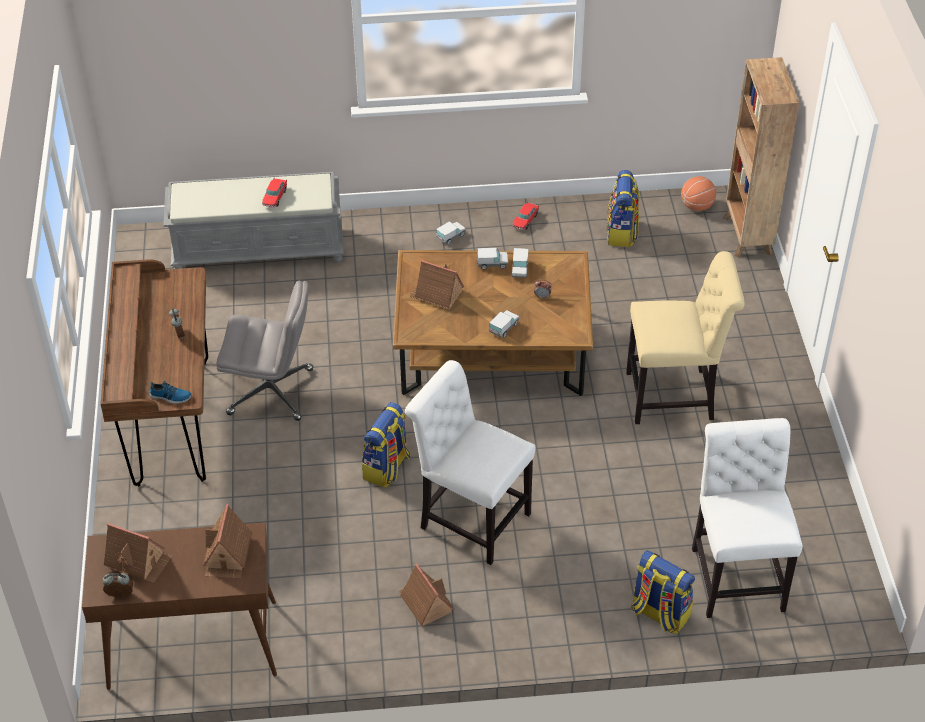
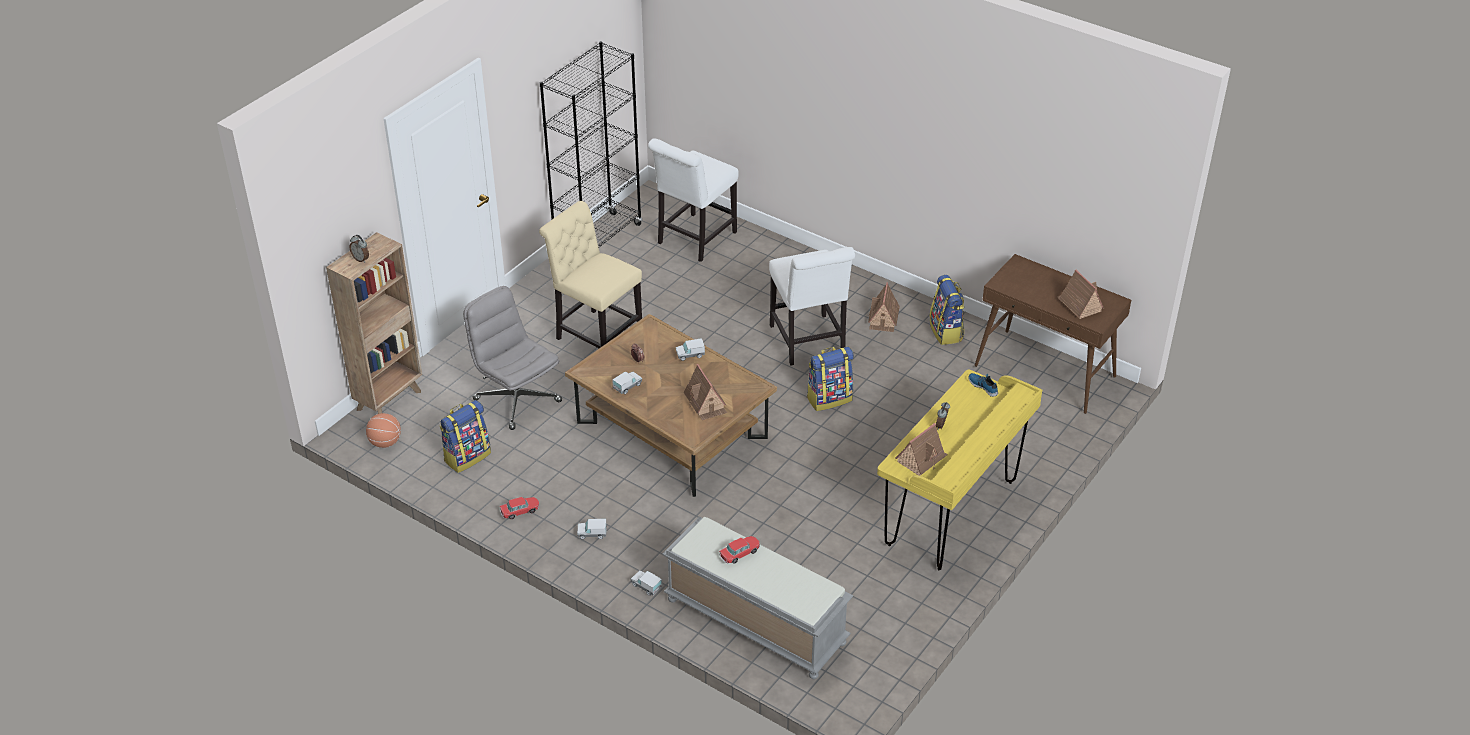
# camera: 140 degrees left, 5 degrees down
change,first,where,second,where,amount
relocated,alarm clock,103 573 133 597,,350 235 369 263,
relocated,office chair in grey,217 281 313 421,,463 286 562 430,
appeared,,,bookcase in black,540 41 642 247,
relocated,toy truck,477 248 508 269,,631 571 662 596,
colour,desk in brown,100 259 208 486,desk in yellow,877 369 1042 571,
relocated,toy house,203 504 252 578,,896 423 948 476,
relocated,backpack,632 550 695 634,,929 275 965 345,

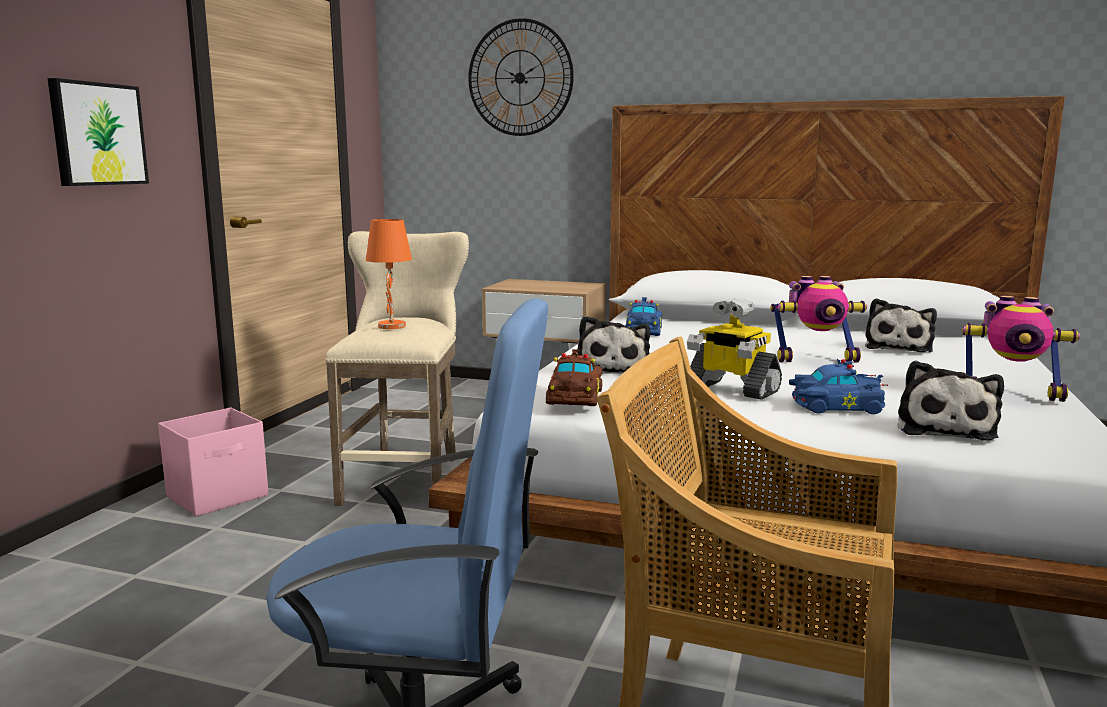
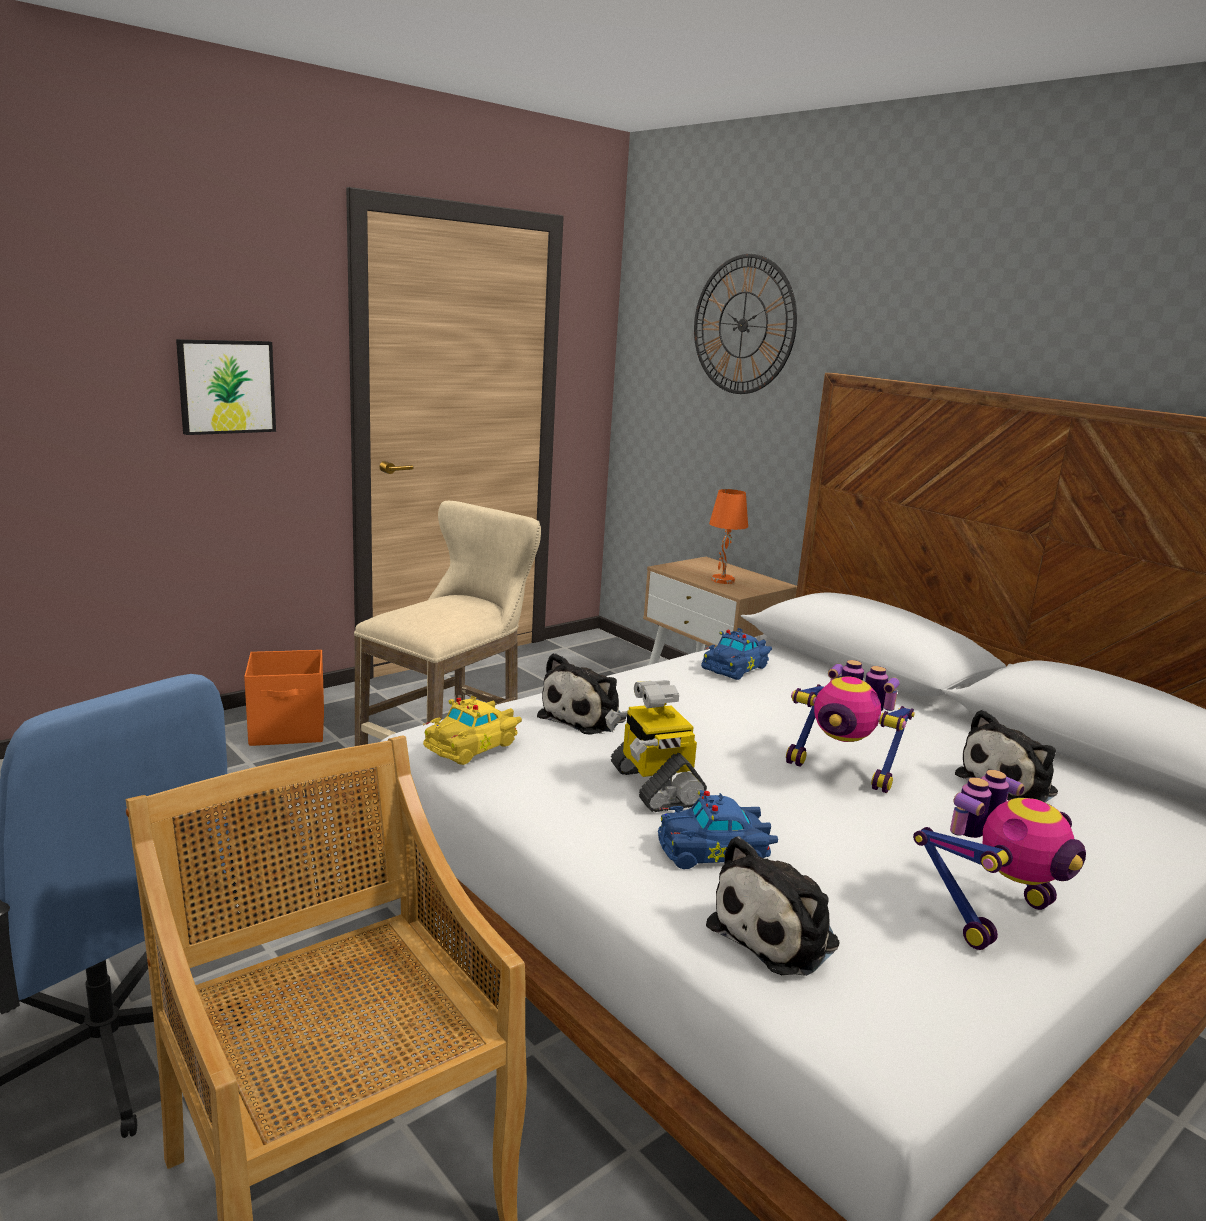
# camera: 30 degrees right, 5 degrees up
change,first,where,second,where,amount
colour,storage box in pink,158 408 268 517,storage box in orange,244 650 324 746,
colour,toy car in brown,546 349 603 406,toy car in yellow,423 696 522 765,
spun,toy car in blue,789 359 888 414,,658 790 778 869,135 degrees clockwise
relocated,table lamp in orange,366 219 412 329,,709 489 748 584,
spun,toy robot,962 296 1080 402,,913 770 1086 950,90 degrees counterclockwise

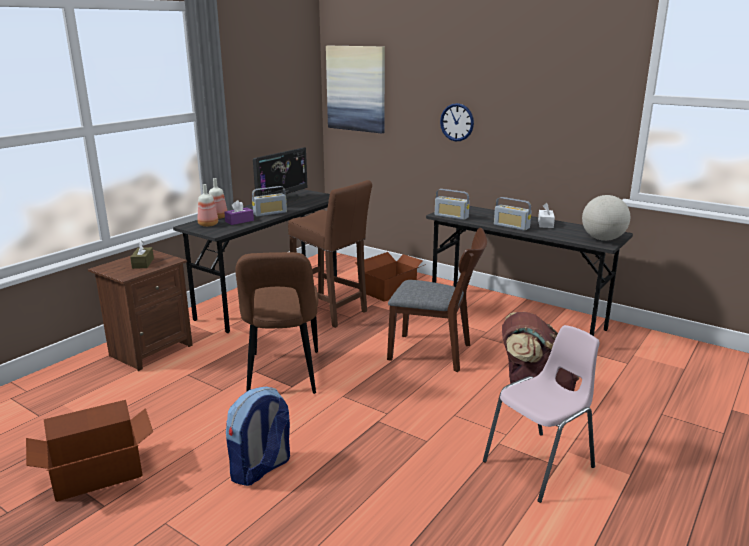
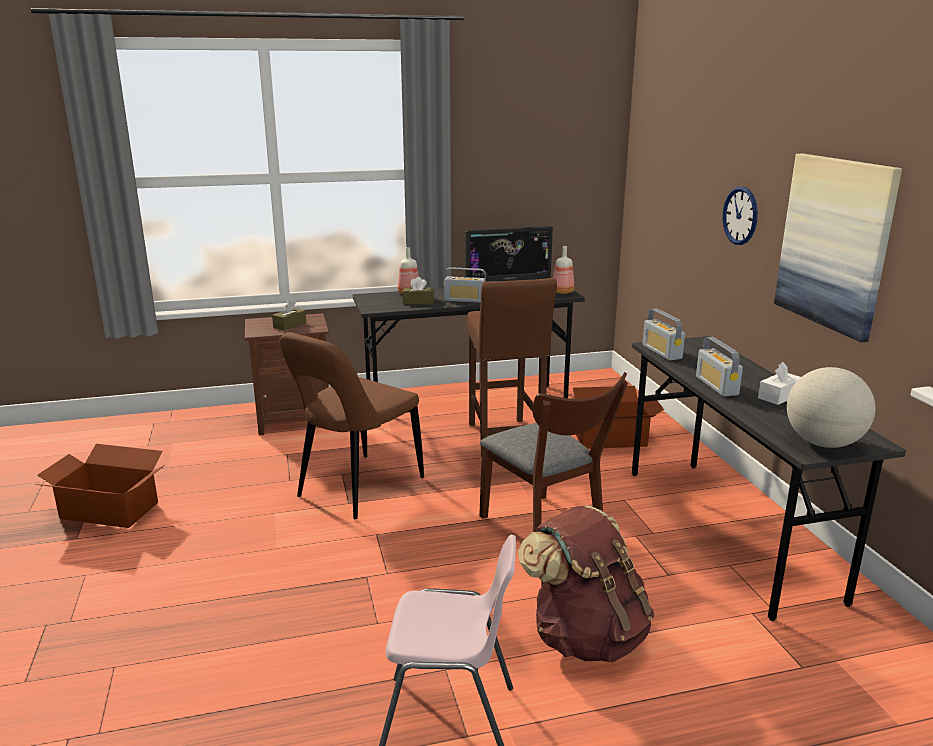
# camera: 40 degrees right, 0 degrees up
change,first,where,second,where,amount
colour,tissue box in purple,224 200 254 225,tissue box in brown,403 277 434 304,
relocated,bottle,198 184 218 227,,553 246 574 294,
relocated,picture,326 46 385 133,,774 154 902 342,
missing,backpack,226 387 290 486,,,

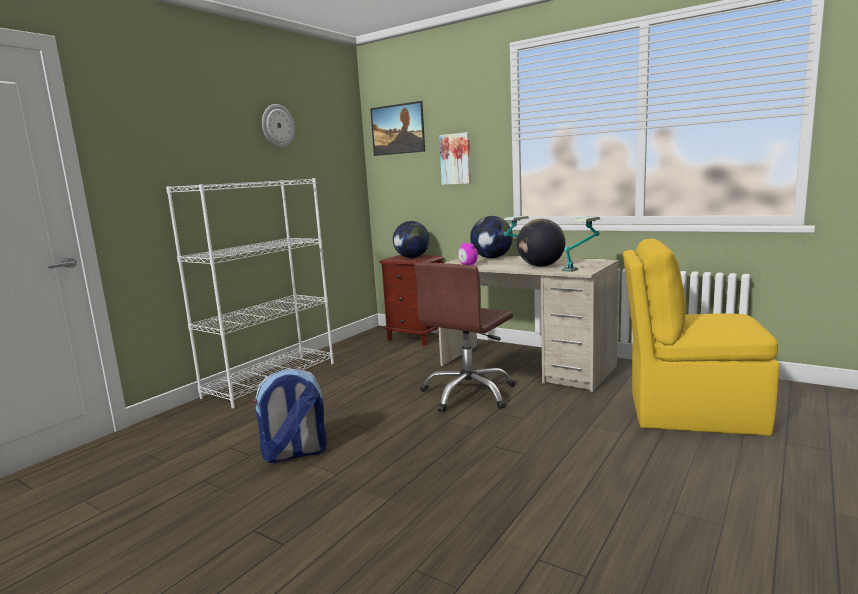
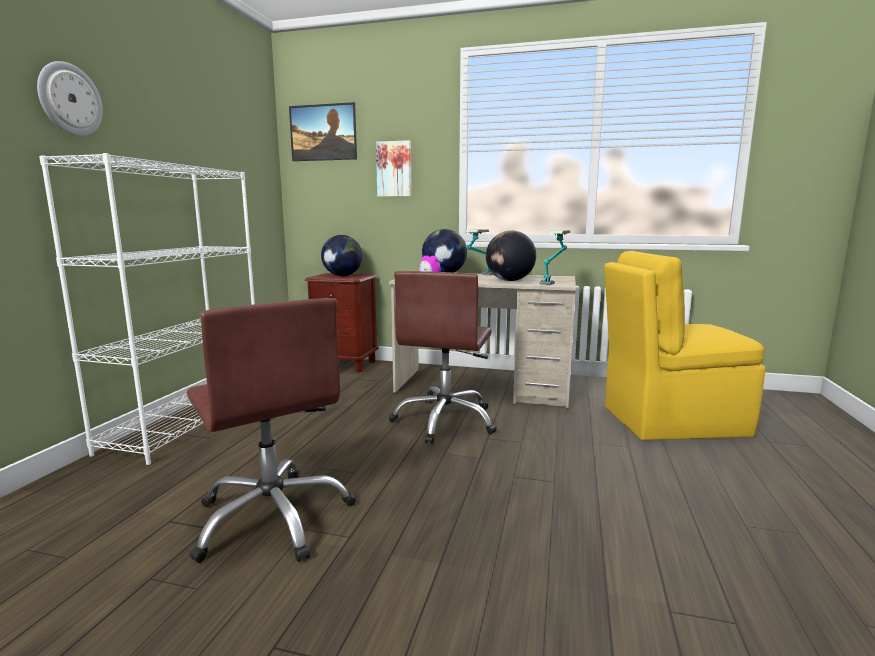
# camera: 20 degrees left, 0 degrees up
change,first,where,second,where,amount
relocated,wall clock,262 104 295 148,,37 61 103 136,
exchanged,backpack,253 369 327 463,office chair in brown,187 298 356 563,

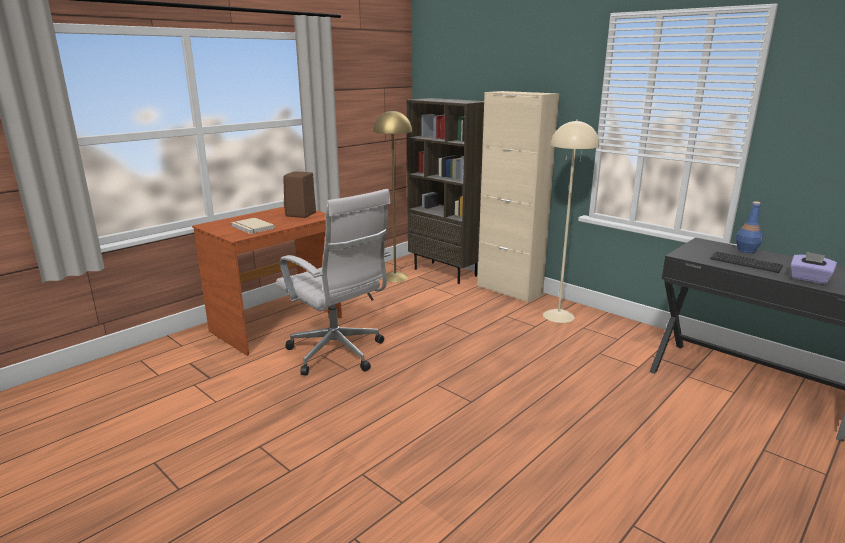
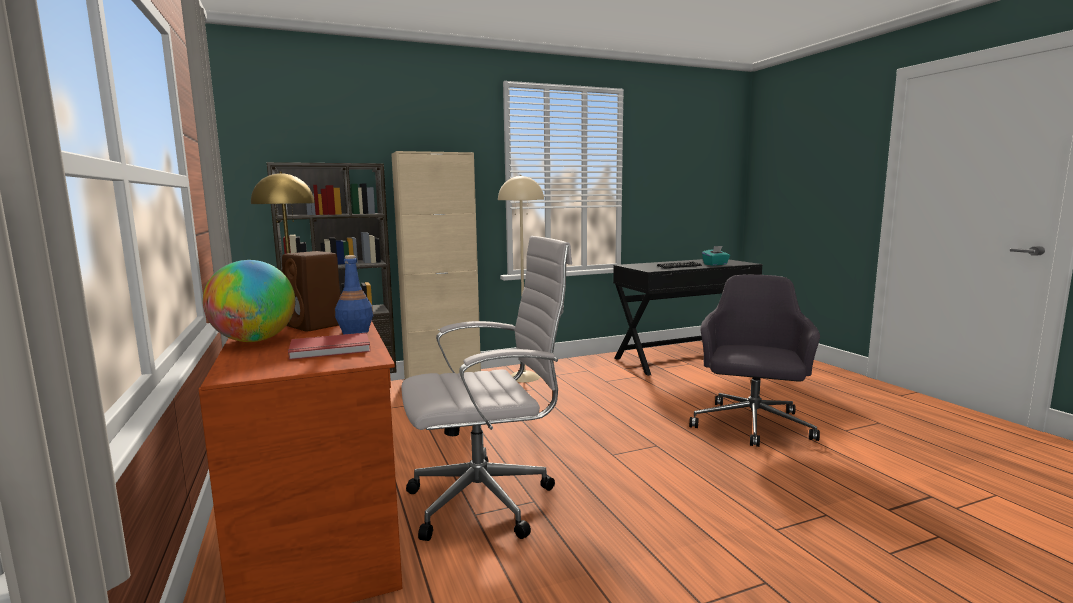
# camera: 65 degrees left, 10 degrees down
change,first,where,second,where,amount
appeared,,,globe,203 260 295 342,
colour,book in beige,231 218 275 234,book in red,288 333 370 360,
relocated,bottle in blue,736 201 763 253,,335 255 373 334,
appeared,,,office chair in grey,689 275 820 447,
colour,tissue box in purple,790 252 837 284,tissue box in turquoise,702 246 730 266,

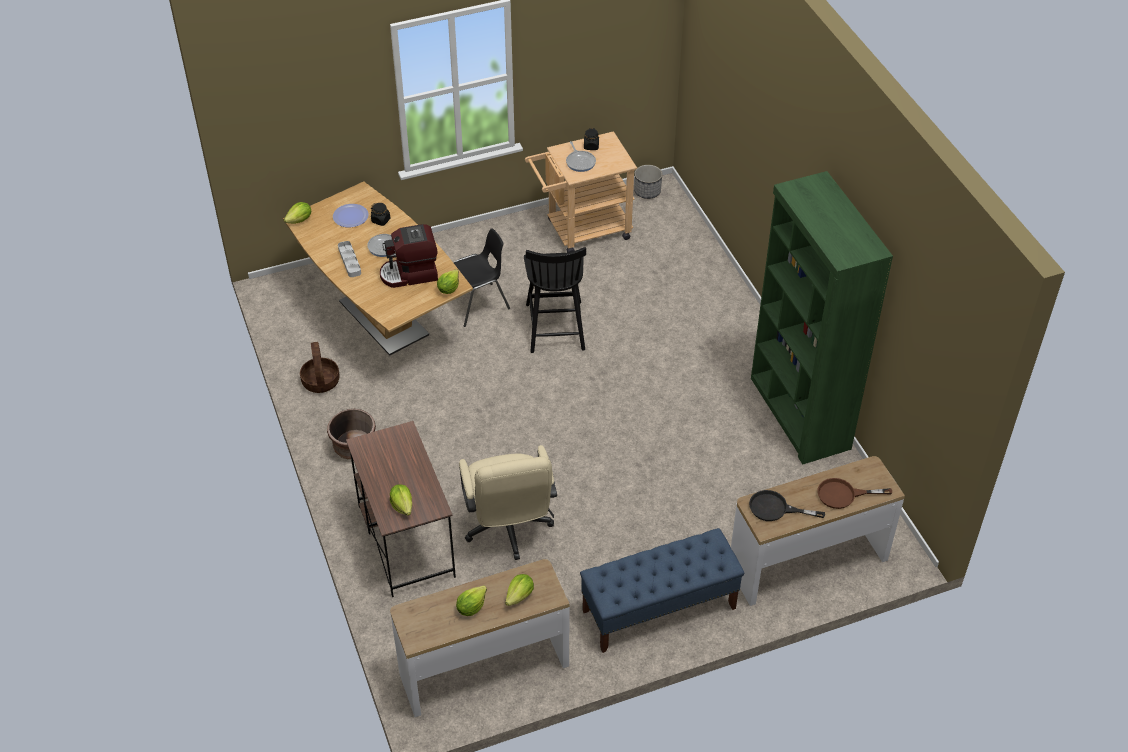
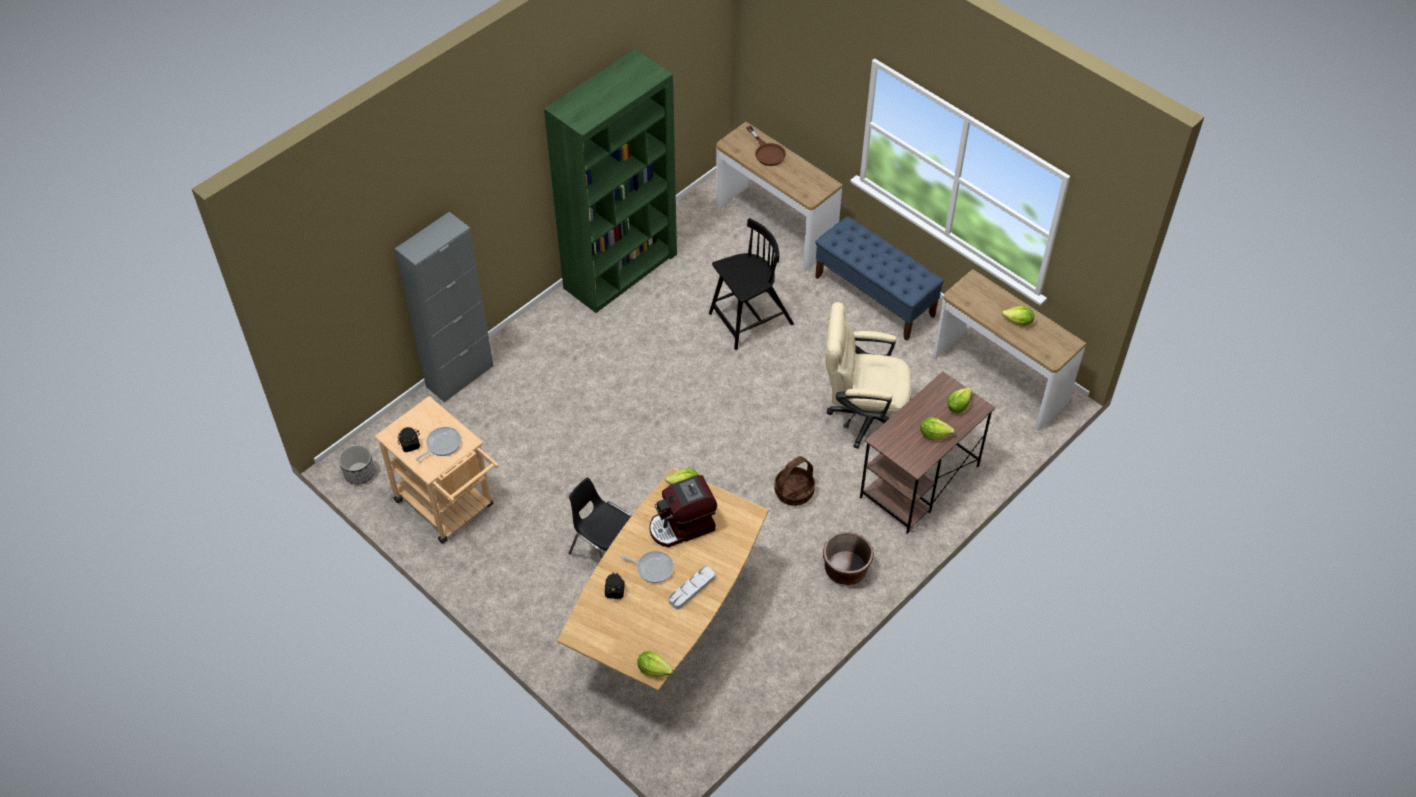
# camera: 115 degrees left, 5 degrees up
change,first,where,second,where,amount
appeared,,,cabinet in grey,395 212 494 403,
spun,coffee machine,380 224 438 288,,649 475 717 547,105 degrees clockwise
relocated,chair in black,524 247 586 353,,709 218 794 350,
relocated,basket,300 342 340 393,,774 456 815 506,
spun,office chair in beige,459 445 557 560,,826 302 912 449,135 degrees counterclockwise
relocated,lettuce,505 574 534 606,,920 417 955 440,
missing,plate,333 204 369 227,,,
missing,frying pan in black,749 490 825 521,,,

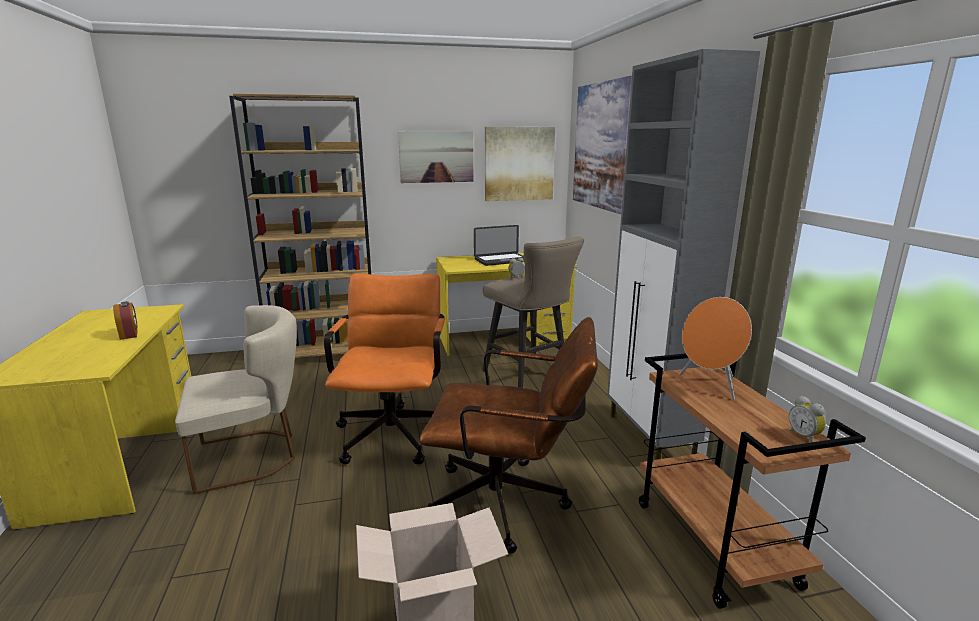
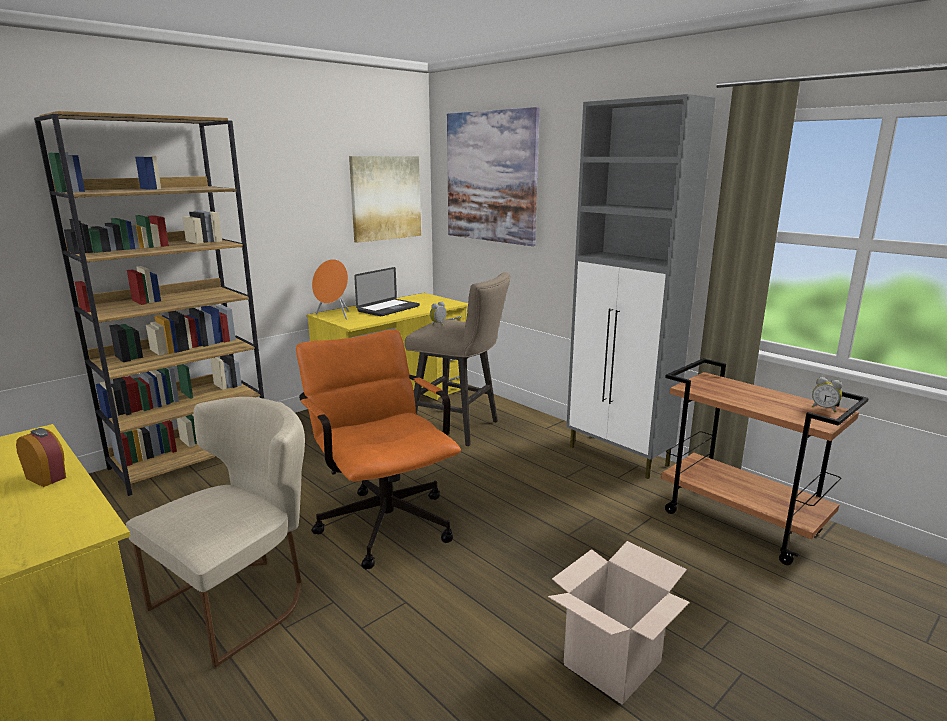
# camera: 30 degrees left, 0 degrees up
change,first,where,second,where,amount
relocated,speaker in orange,679 297 752 400,,312 259 349 320,
missing,picture,398 131 474 183,,,
missing,office chair in brown,419 317 598 554,,,

